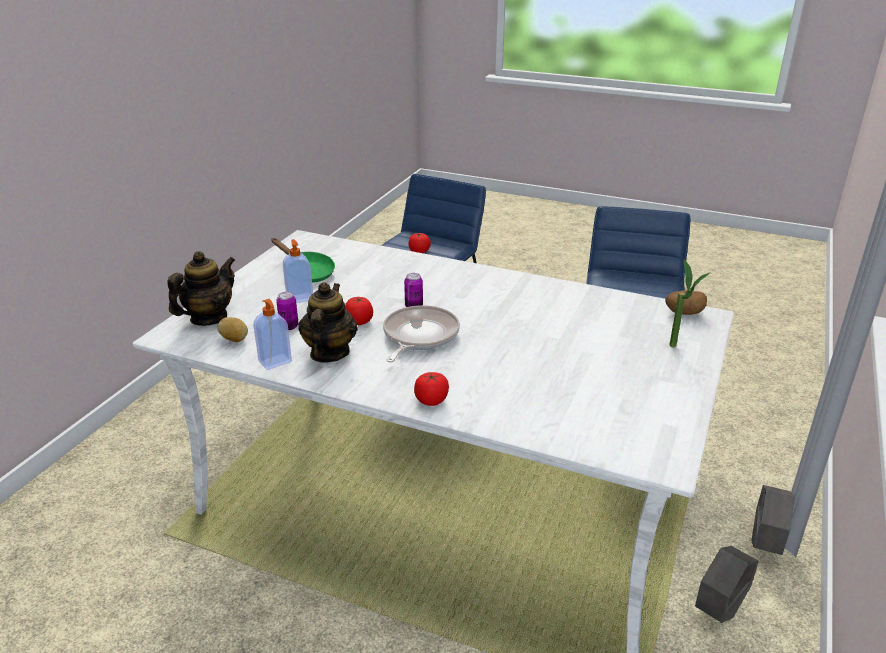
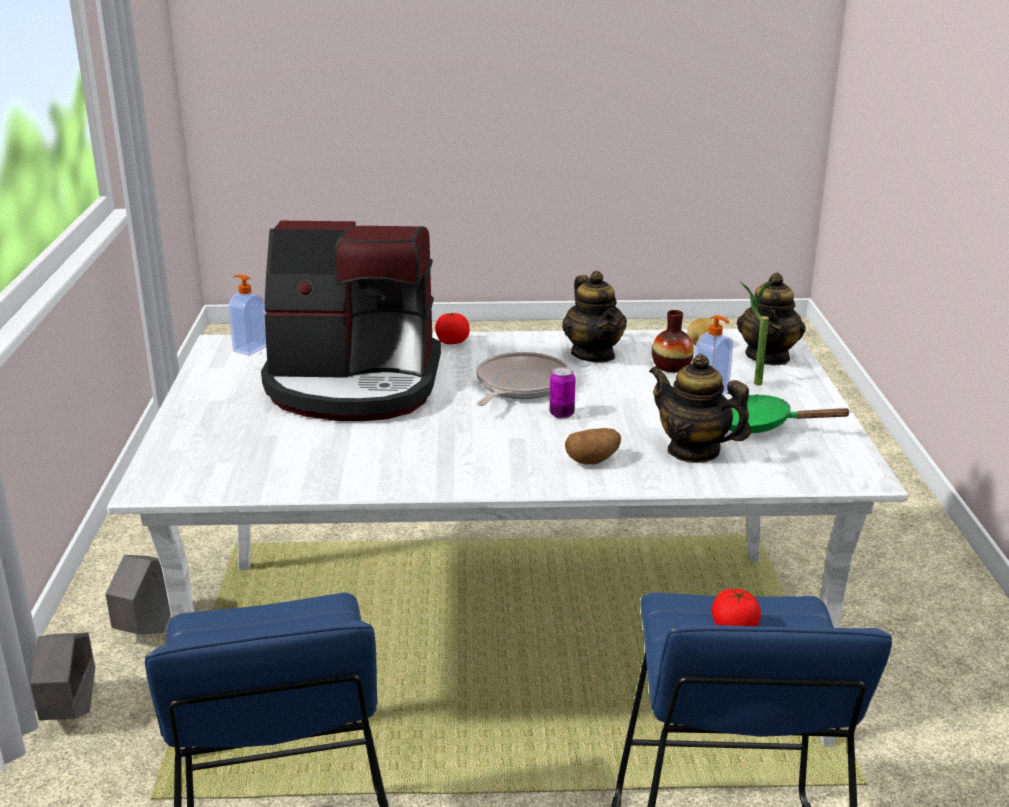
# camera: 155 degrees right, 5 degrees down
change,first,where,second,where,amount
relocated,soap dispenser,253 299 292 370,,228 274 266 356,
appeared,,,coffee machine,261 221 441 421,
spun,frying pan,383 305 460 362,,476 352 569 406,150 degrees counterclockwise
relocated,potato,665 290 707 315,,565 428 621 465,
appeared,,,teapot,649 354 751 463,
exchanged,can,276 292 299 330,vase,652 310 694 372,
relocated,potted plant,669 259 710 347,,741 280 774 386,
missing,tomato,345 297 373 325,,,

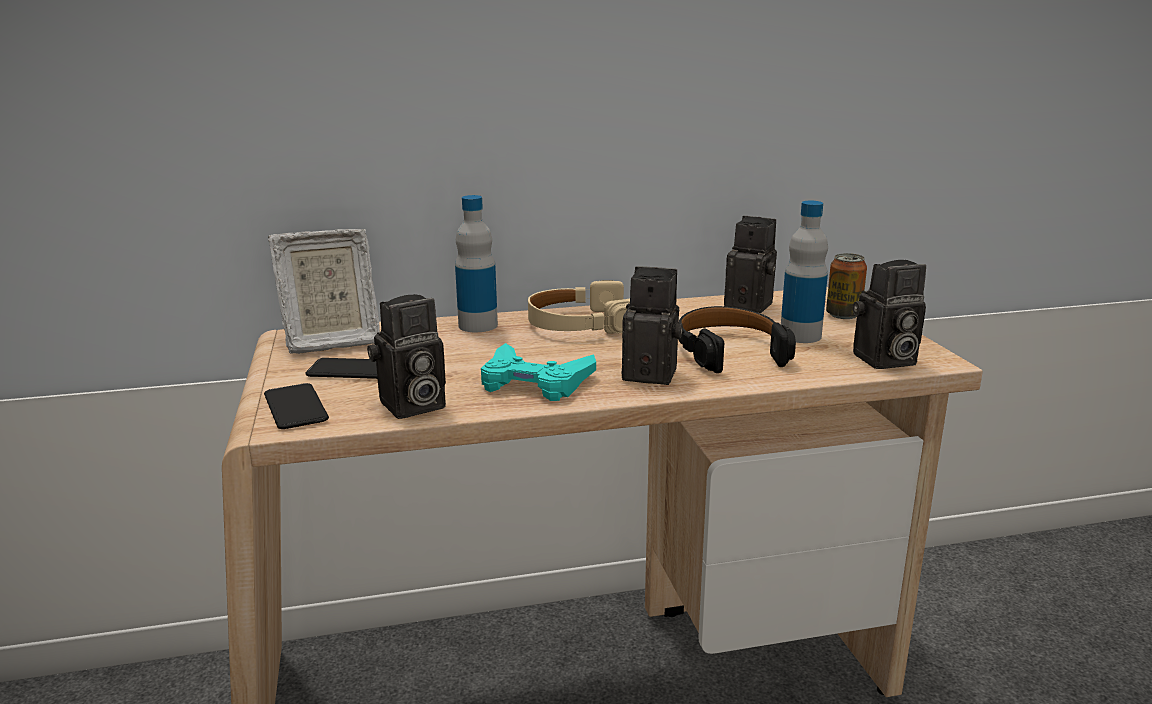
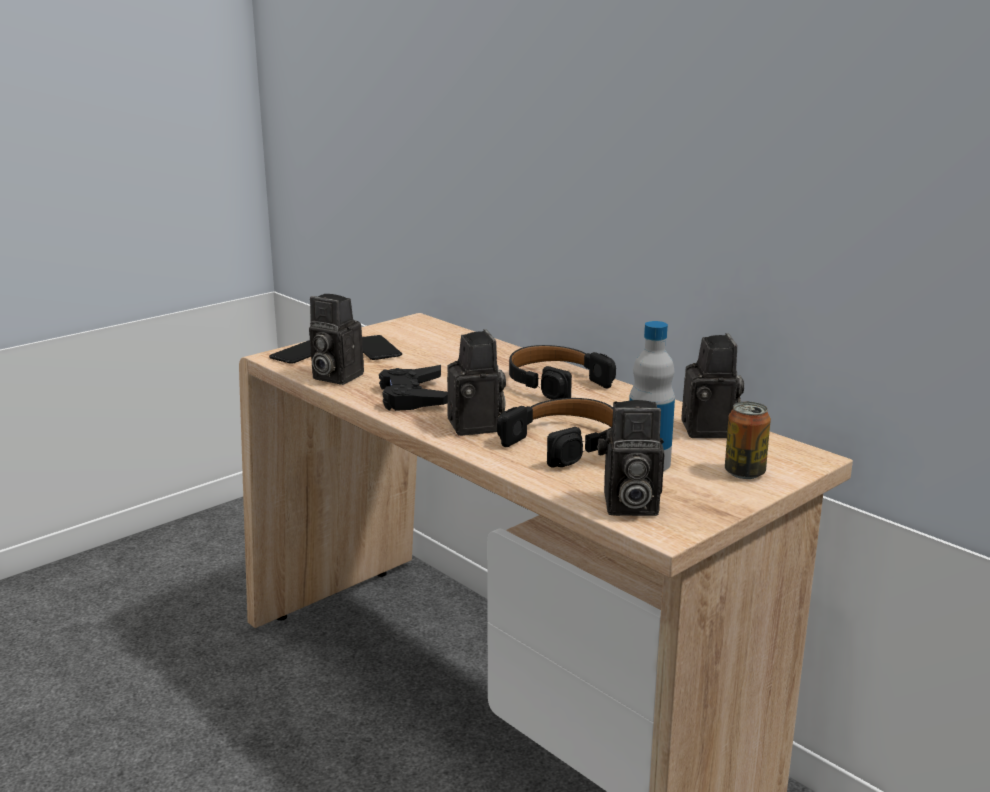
# camera: 60 degrees right, 0 degrees up
change,first,where,second,where,amount
colour,game controller in turquoise,481 343 596 401,game controller in black,379 365 448 411,
colour,headphones in beige,528 280 630 334,headphones in black,509 345 616 399,
spun,photo camera,853 260 926 369,,598 400 664 516,45 degrees counterclockwise
missing,picture frame,268 229 380 354,,,
missing,bottle,455 195 498 332,,,

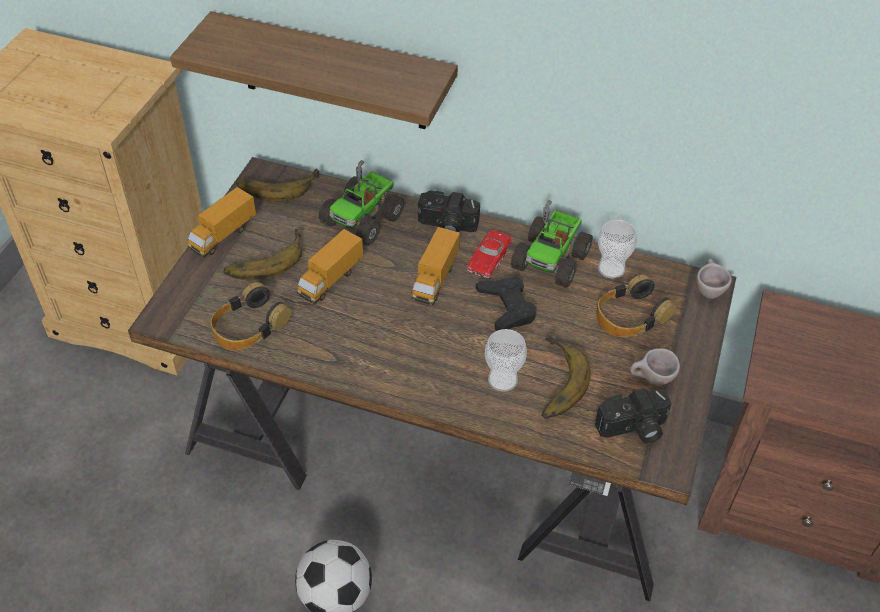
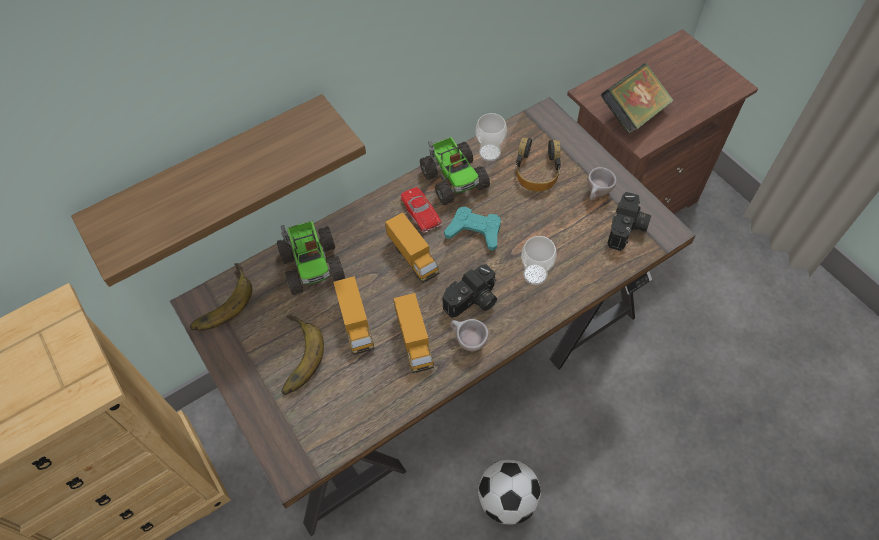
# camera: 50 degrees left, 10 degrees up
change,first,where,second,where,amount
relocated,toy truck,188 187 256 258,,393 293 434 373,
relocated,photo camera,418 191 480 232,,442 264 497 318,
colour,game controller in black,476 277 537 331,game controller in turquoise,444 207 501 251,
relocated,cup in beige,696 259 732 299,,450 319 489 351,
appeared,,,book,601 63 674 135,
missing,headphones,211 282 291 351,,,
missing,banana,542 335 591 419,,,

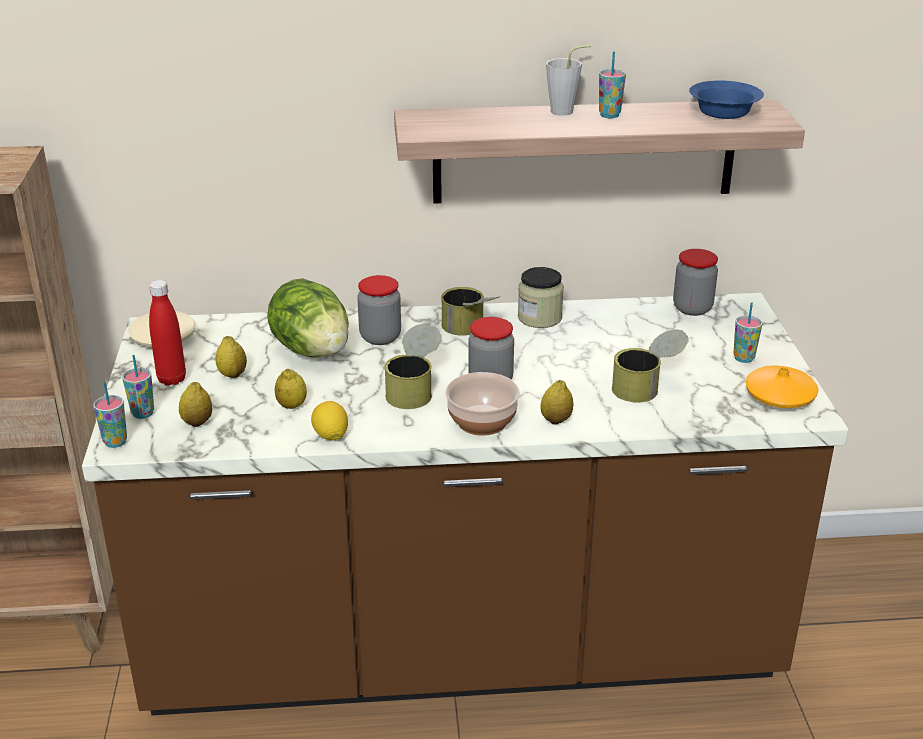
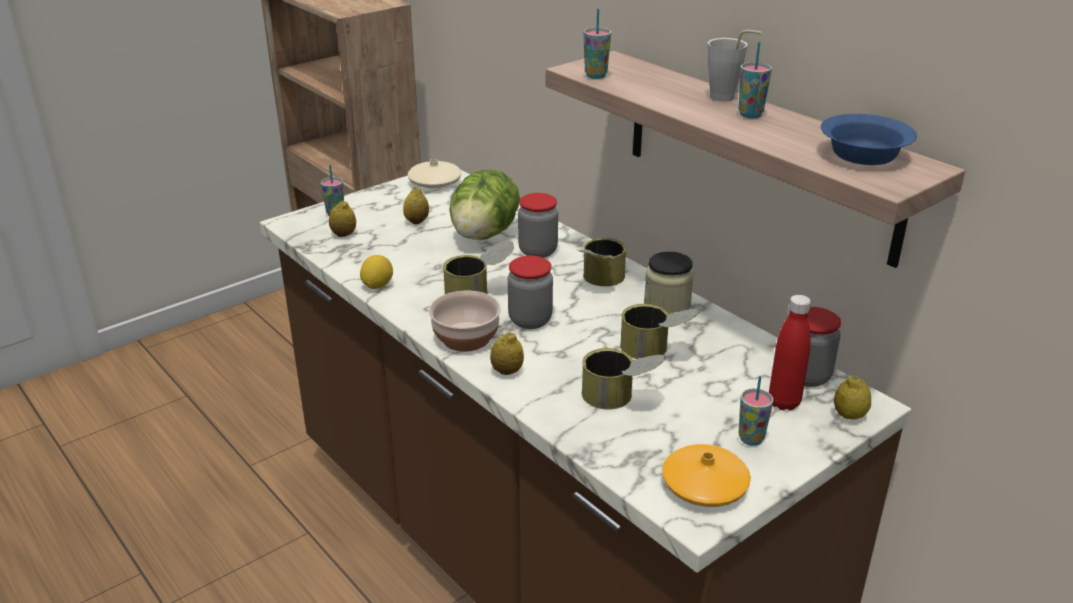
# camera: 55 degrees right, 0 degrees up
change,first,where,second,where,amount
relocated,cup,93 382 127 448,,584 9 611 79,
appeared,,,can,620 304 700 359,
relocated,bottle in red,149 280 186 386,,769 295 811 410,
relocated,lemon,275 369 307 409,,834 376 871 420,

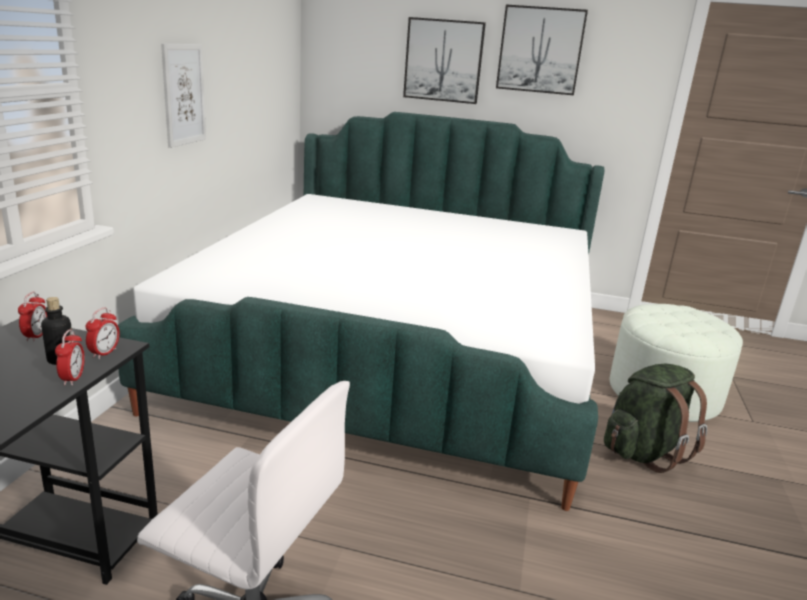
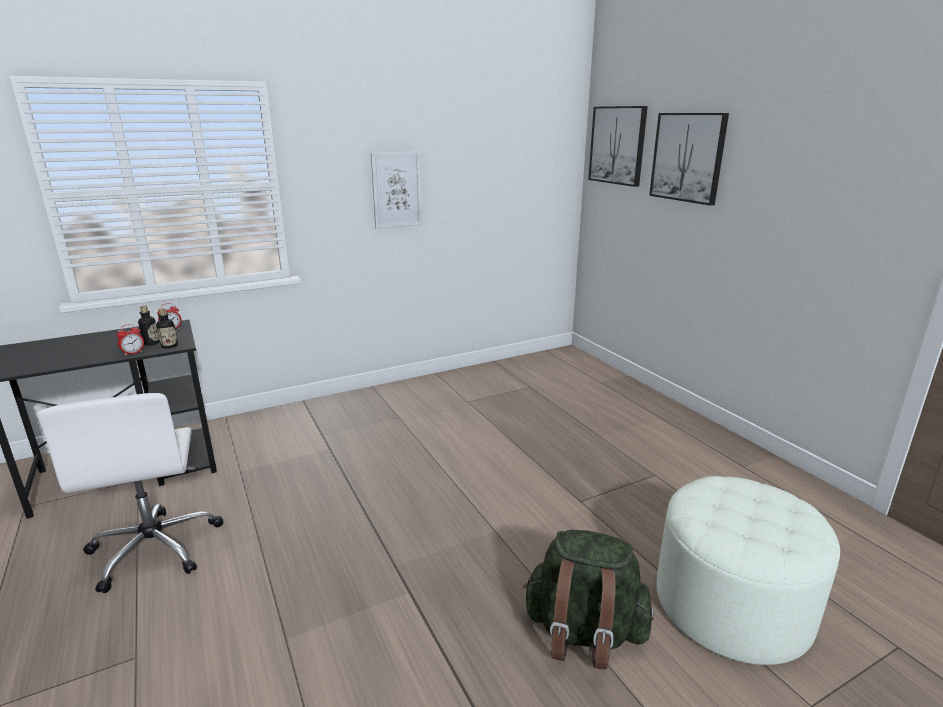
# camera: 50 degrees right, 0 degrees up
change,first,where,second,where,amount
exchanged,alarm clock,86 308 120 359,bottle,157 308 178 349,
relocated,picture,496 5 588 95,,588 106 648 187,
missing,bed,118 112 604 511,,,

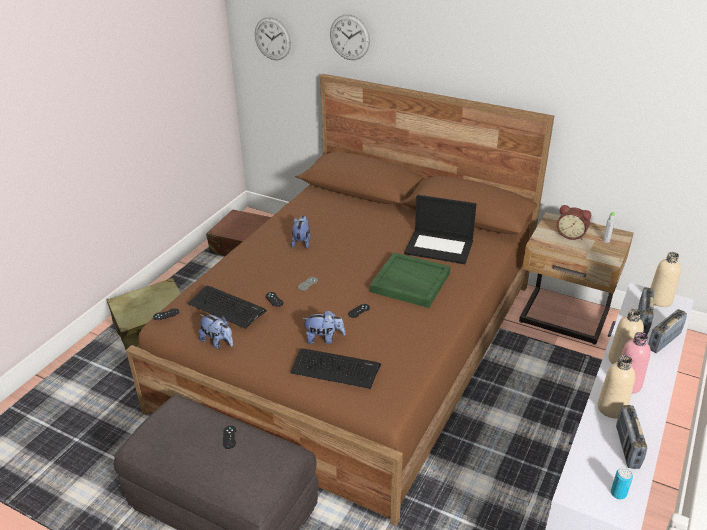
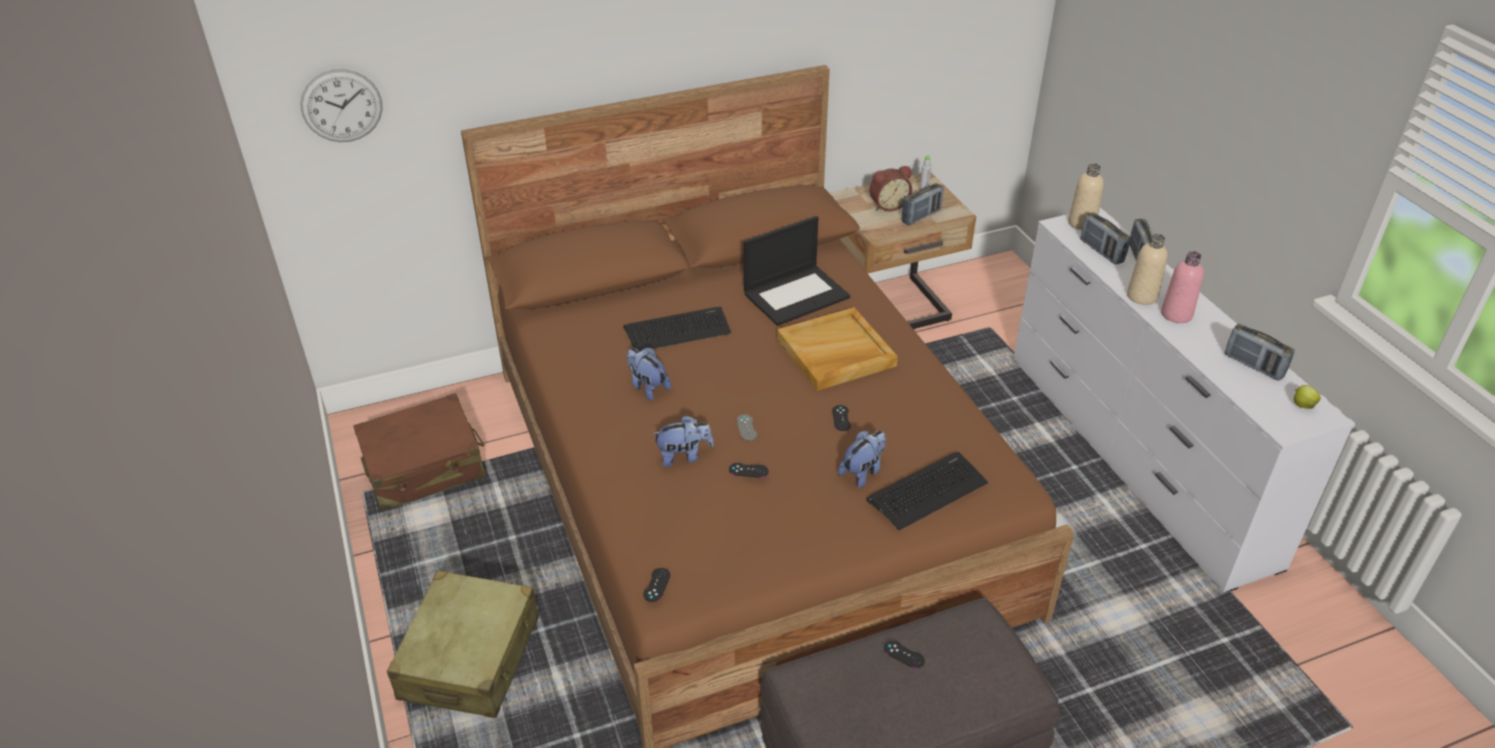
# camera: 50 degrees left, 5 degrees up
change,first,where,second,where,amount
relocated,keyboard,187 286 267 329,,623 307 731 352,
relocated,plush toy,199 314 233 349,,652 415 714 467,
colour,tray in green,370 252 451 308,tray in beige,777 307 898 391,
appeared,,,radio,902 183 944 225,
exchanged,can,611 467 633 499,apple,1294 385 1321 409,
missing,wall clock,330 15 370 60,,,
missing,bottle in beige,597 355 635 419,,,

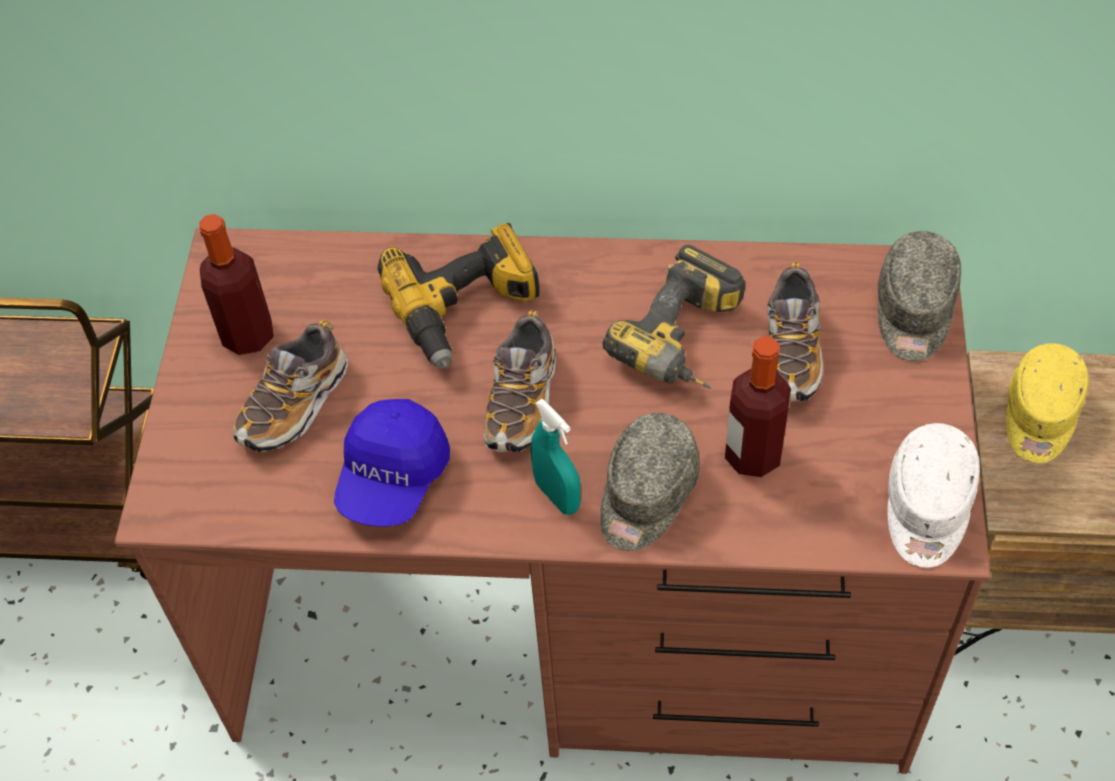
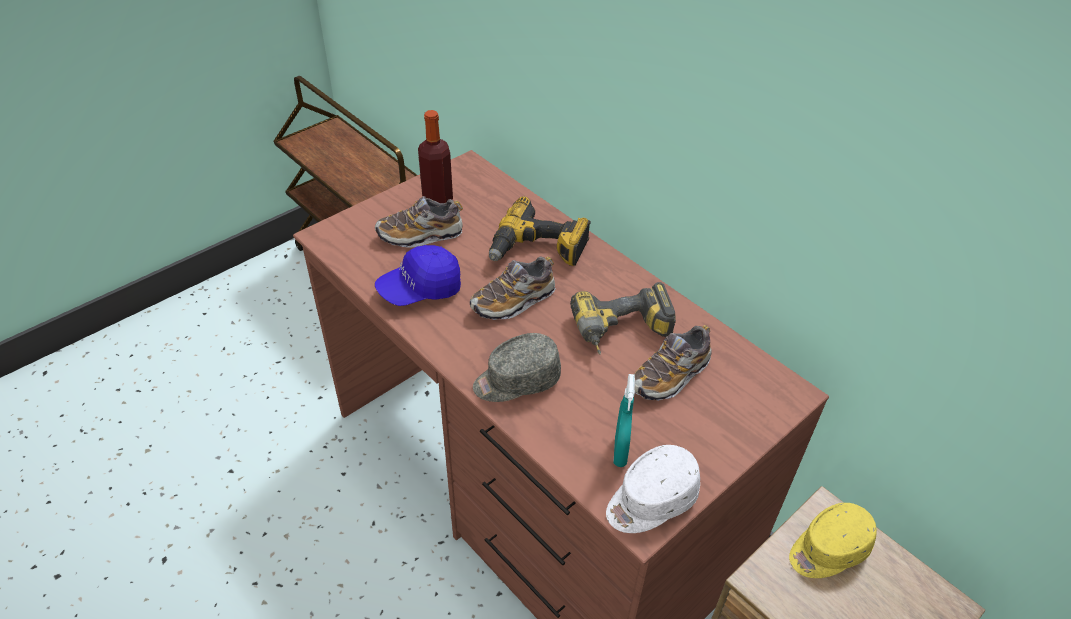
# camera: 40 degrees right, 10 degrees down
change,first,where,second,where,amount
relocated,spray bottle in turquoise,531 399 581 515,,613 374 635 467,
missing,bottle,725 336 791 477,,,
missing,cap in grey,878 231 961 361,,,

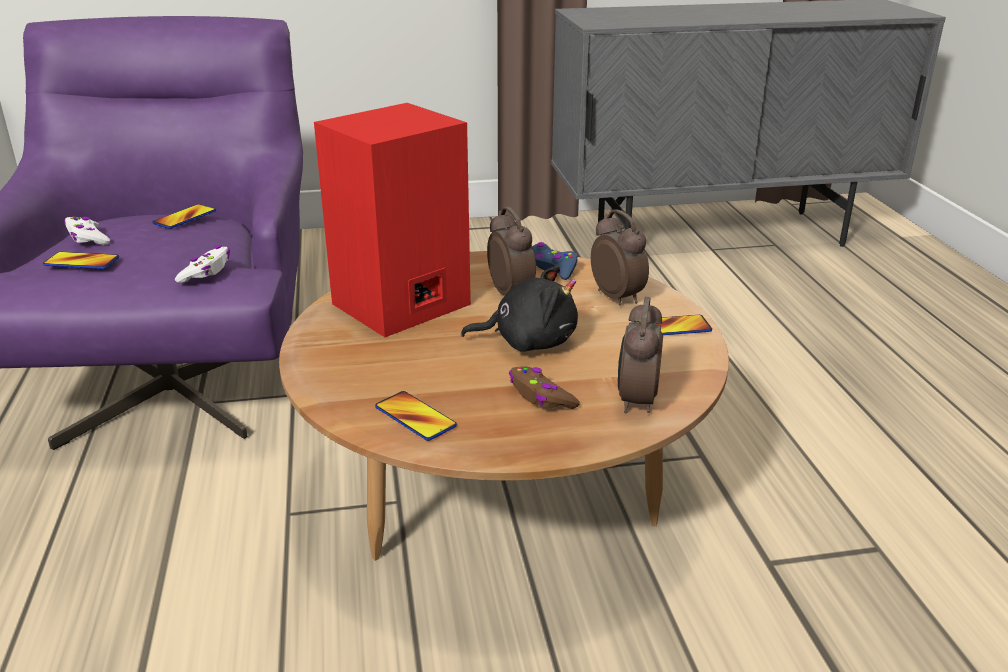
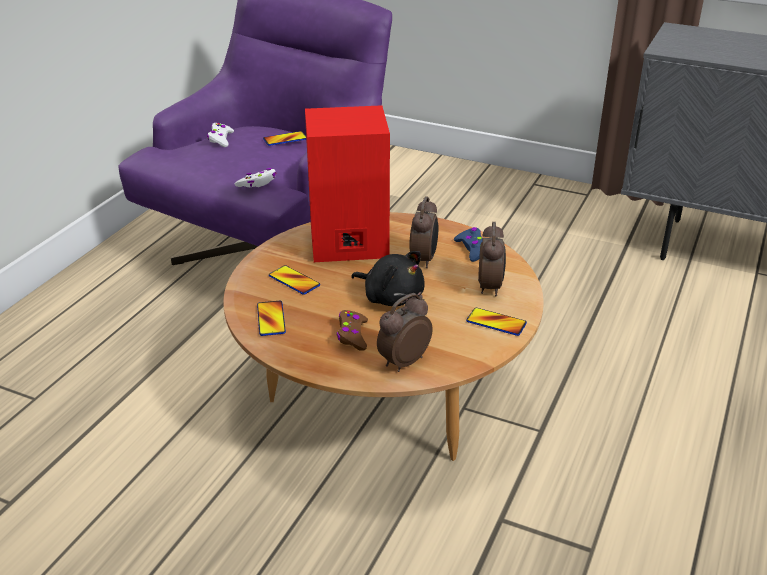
# camera: 35 degrees right, 5 degrees up
change,first,where,second,where,amount
relocated,phone,43 252 119 269,,269 266 320 295,

